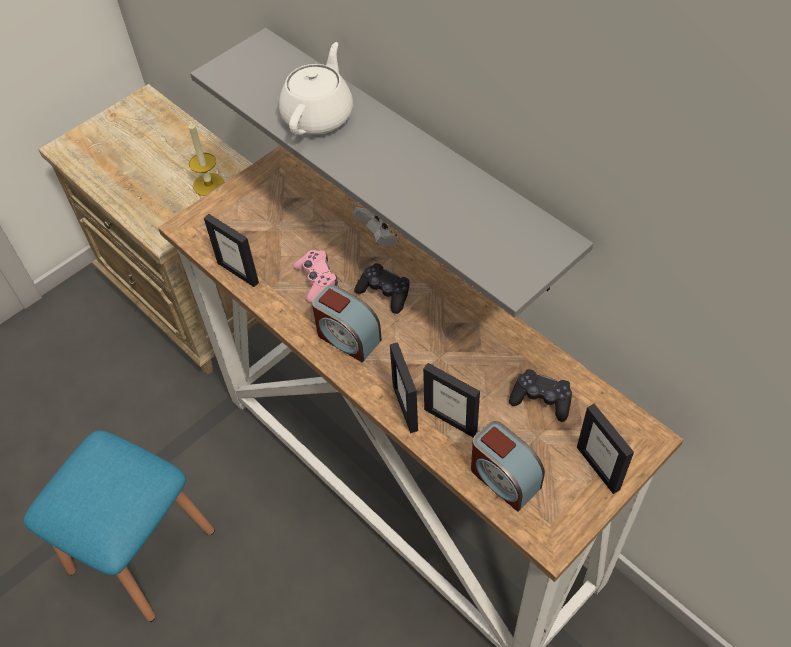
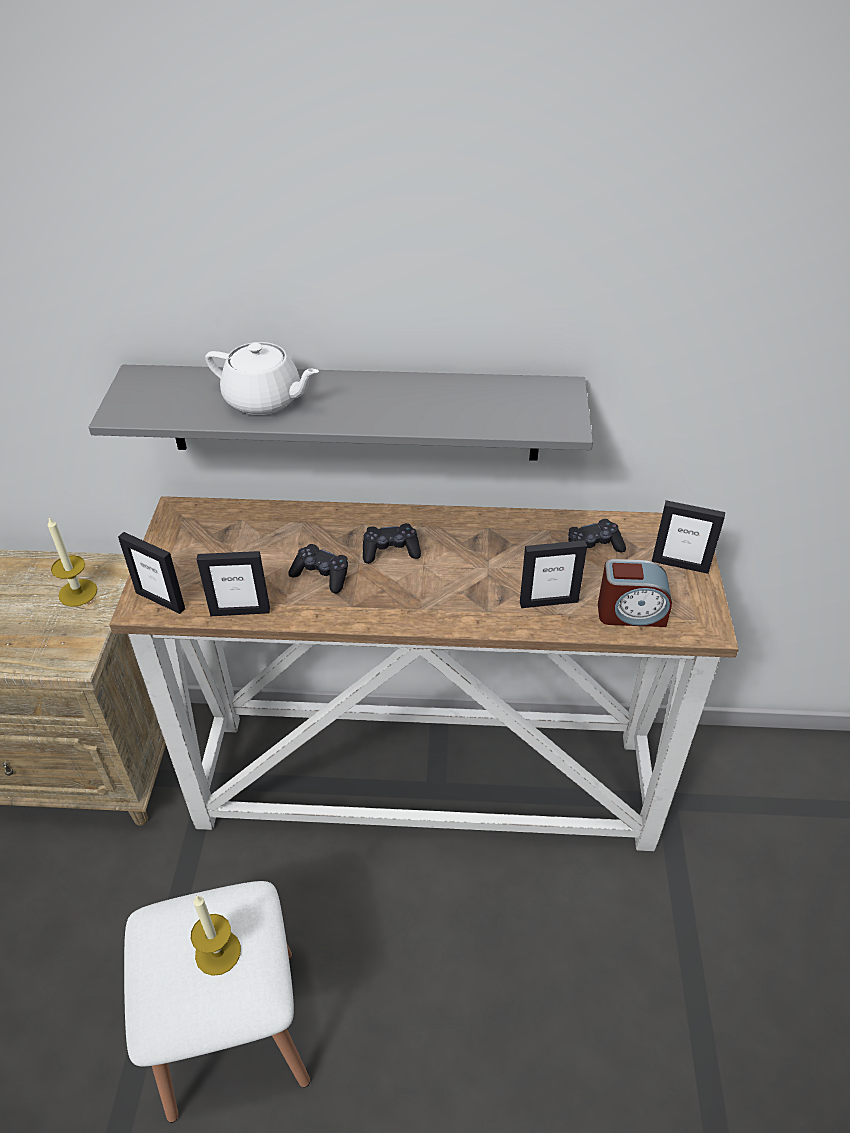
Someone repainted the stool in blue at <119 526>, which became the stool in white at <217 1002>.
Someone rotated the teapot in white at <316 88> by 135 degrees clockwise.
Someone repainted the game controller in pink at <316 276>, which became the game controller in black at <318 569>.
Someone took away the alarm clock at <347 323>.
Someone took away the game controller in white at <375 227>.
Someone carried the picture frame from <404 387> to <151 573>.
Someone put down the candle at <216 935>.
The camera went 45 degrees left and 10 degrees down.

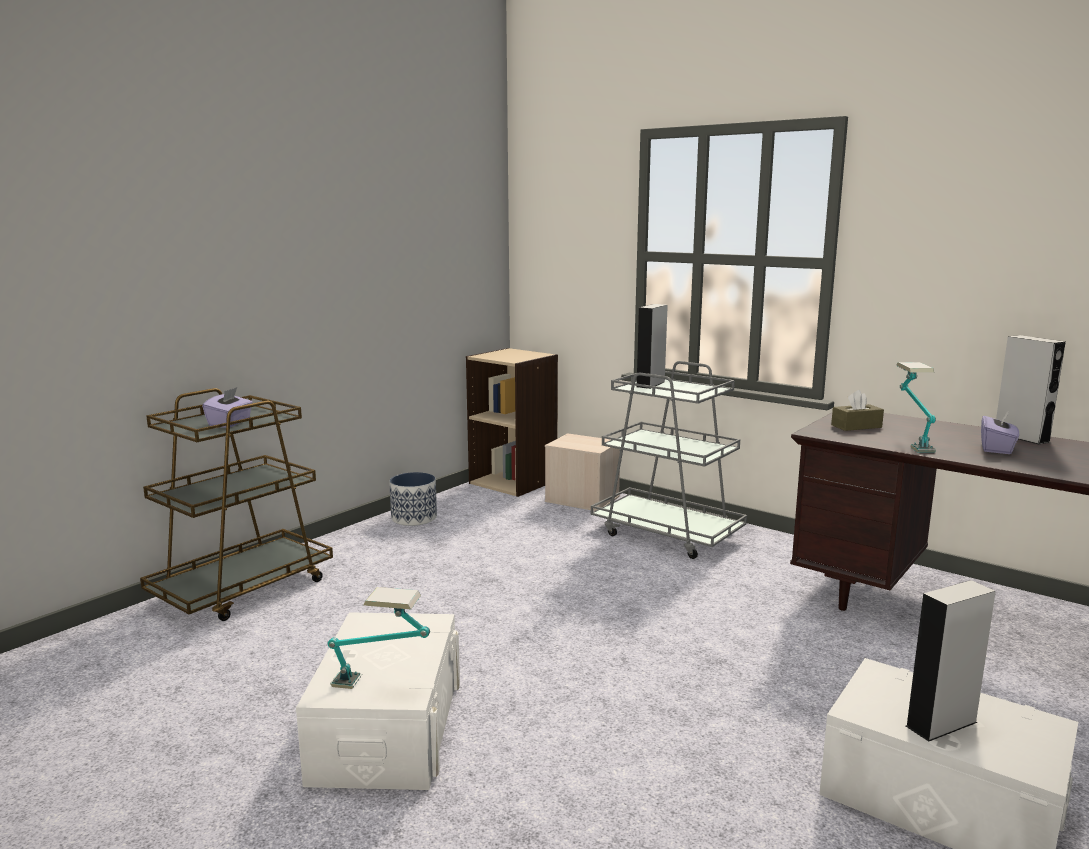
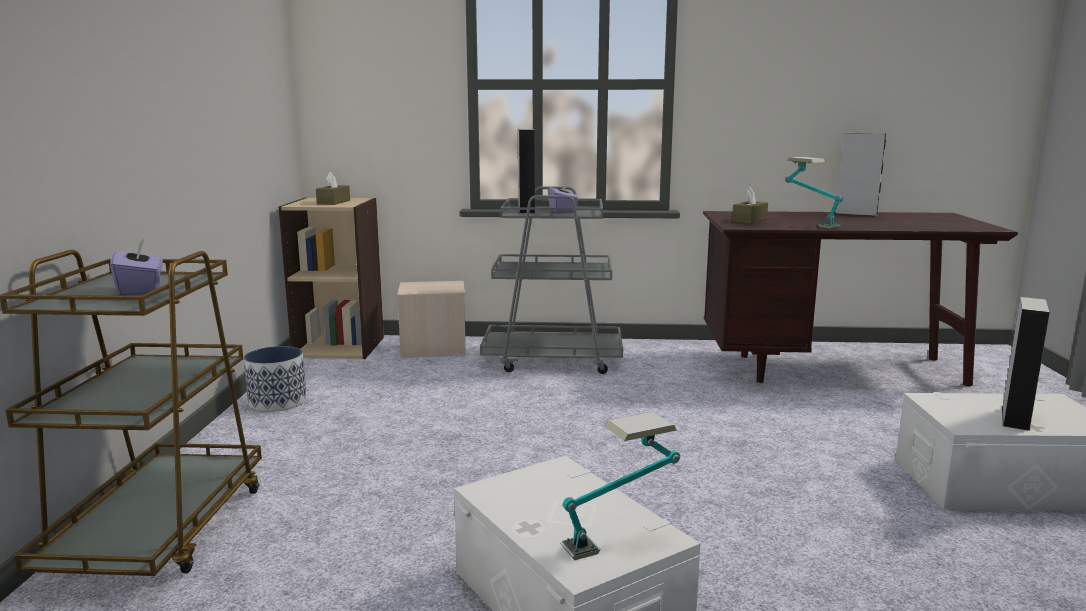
Someone carried the tissue box in purple from <1000 432> to <563 196>.
Someone put down the tissue box in brown at <333 188>.
The camera went 35 degrees left and 0 degrees up.

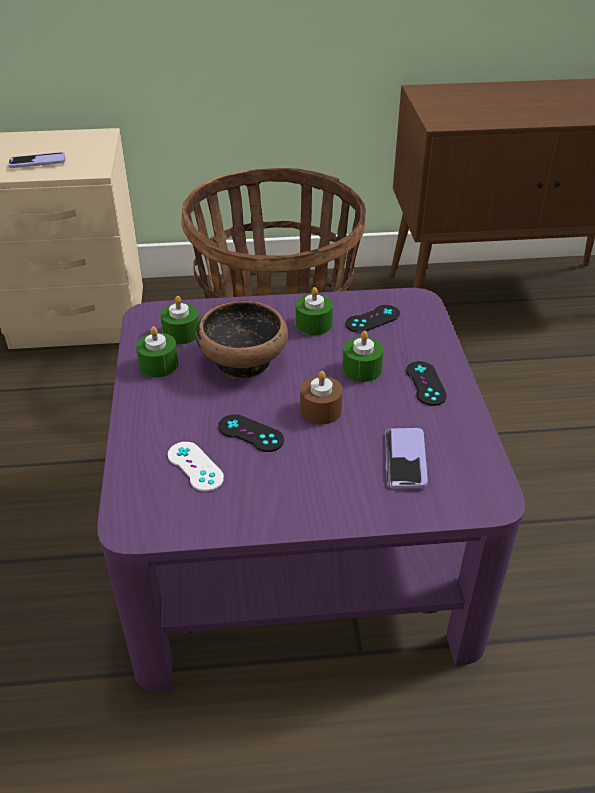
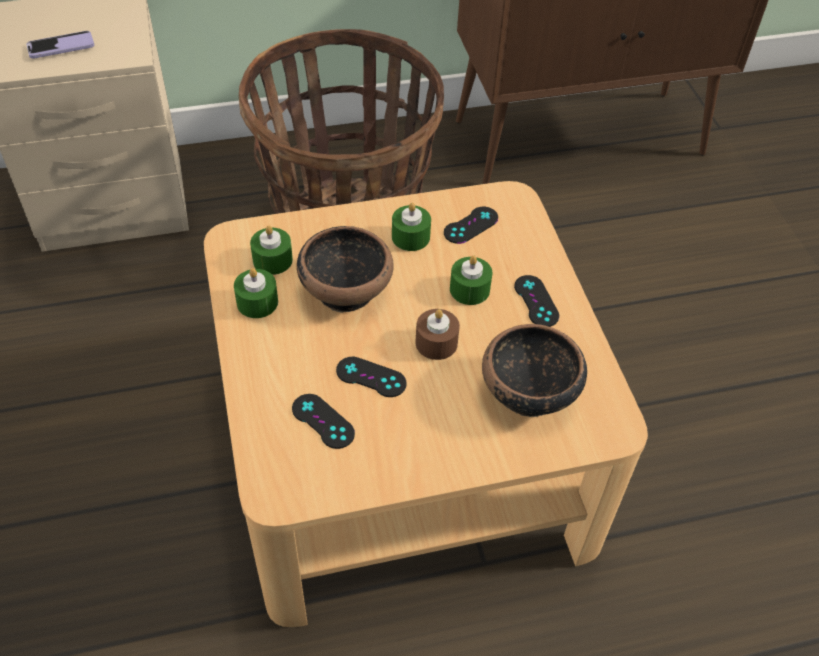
Someone repainted the coffee table in purple at <311 490>, which became the coffee table in beige at <426 404>.
Someone repainted the game controller in white at <196 466>, which became the game controller in black at <323 421>.
Someone swapped the phone at <406 458> for the bowl at <534 370>.
The camera went 10 degrees left and 10 degrees up.

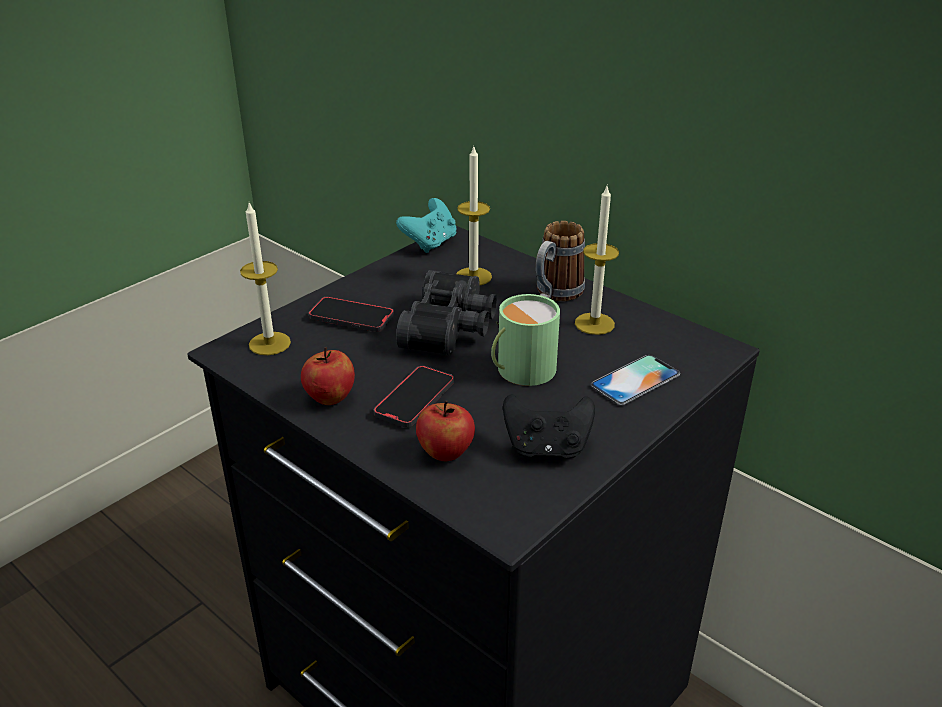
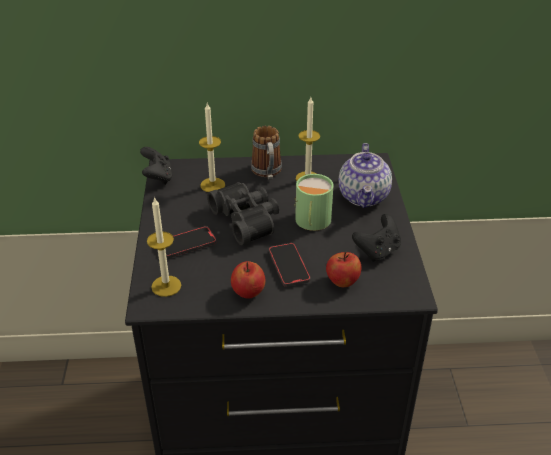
Someone repainted the game controller in turquoise at <426 225>, which became the game controller in black at <156 166>.
Someone swapped the phone at <635 380> for the teapot at <365 175>.
The camera went 45 degrees left and 5 degrees up.

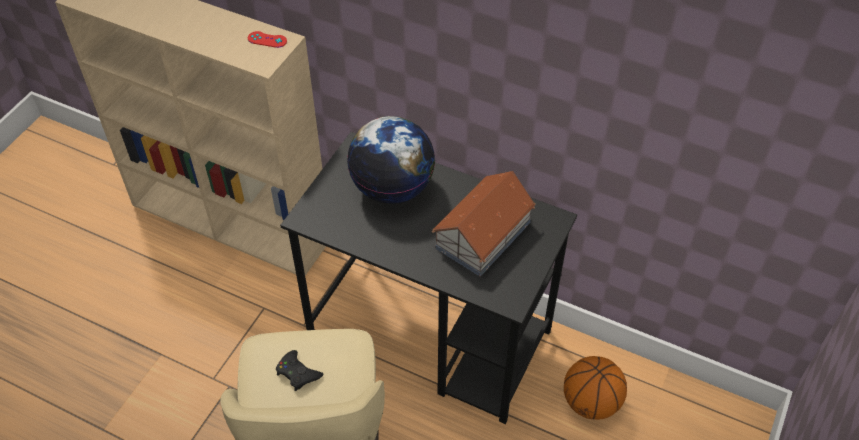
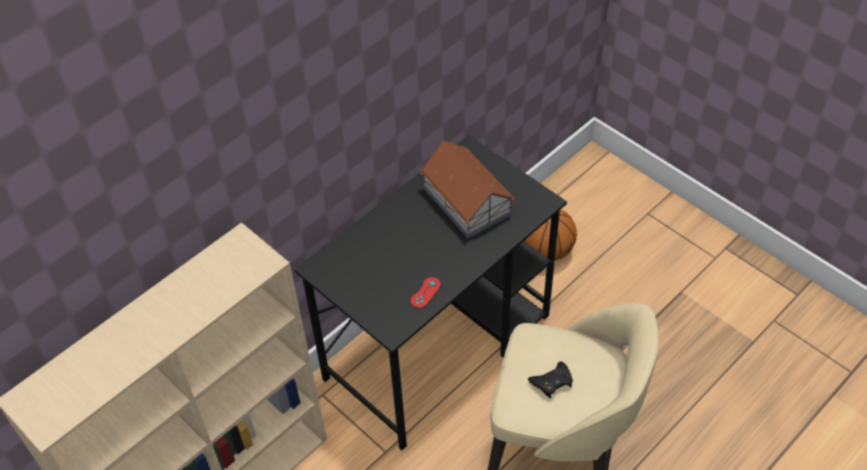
Someone carried the game controller in red from <267 39> to <426 292>.
Someone took away the globe at <391 160>.
The camera went 70 degrees left and 0 degrees up.

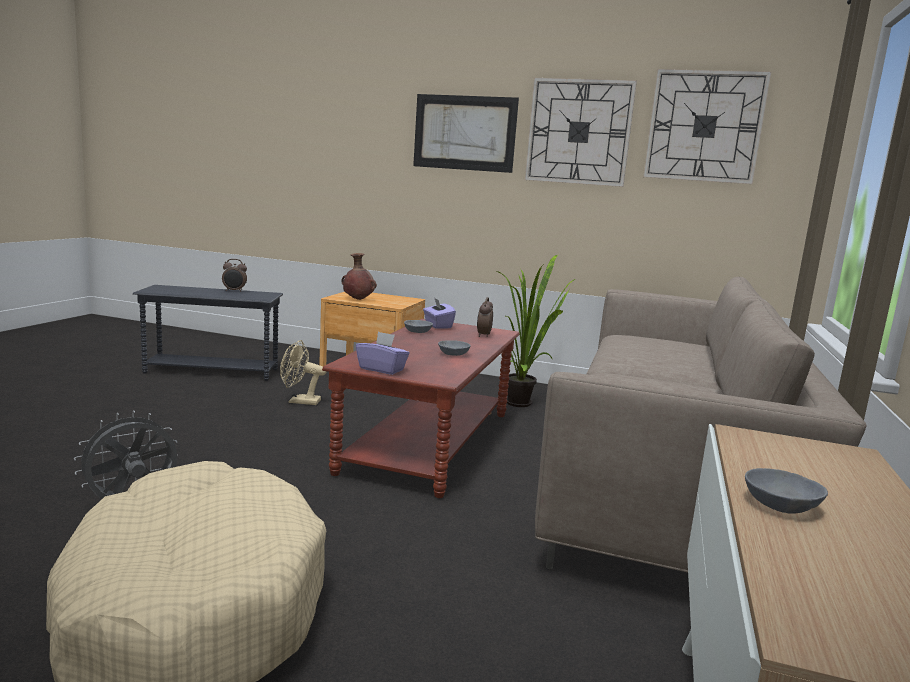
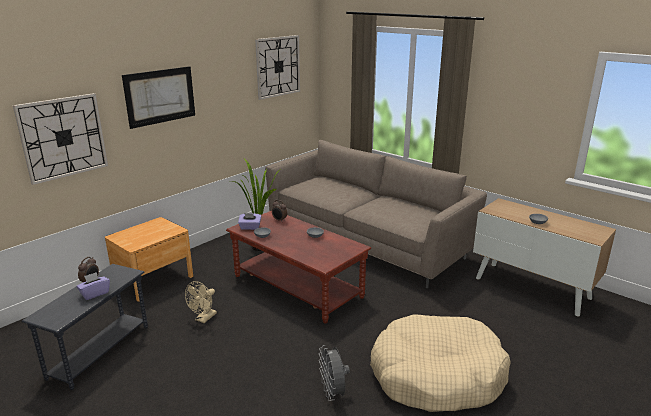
Someone took away the vase in brown at <359 276>.
Someone carried the tissue box in purple from <382 353> to <93 286>.
Someone carried the wall clock from <581 132> to <60 139>.
The camera went 65 degrees left and 10 degrees up.

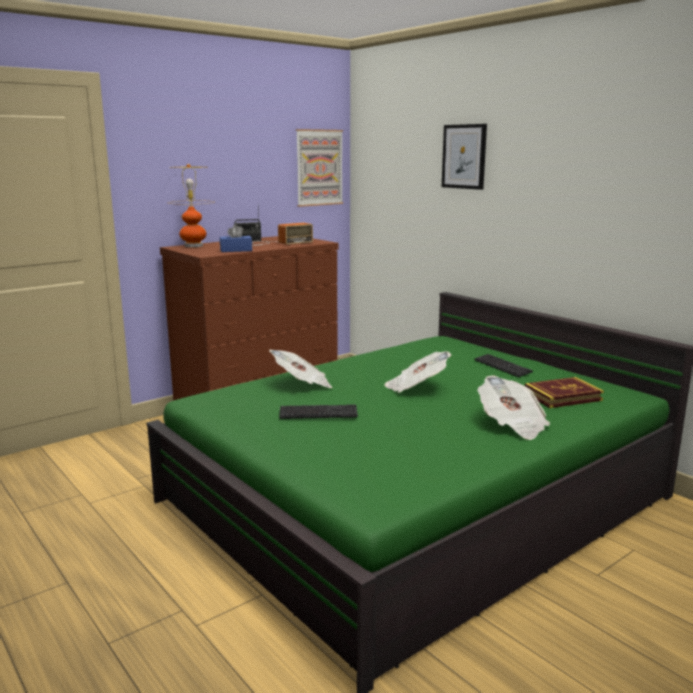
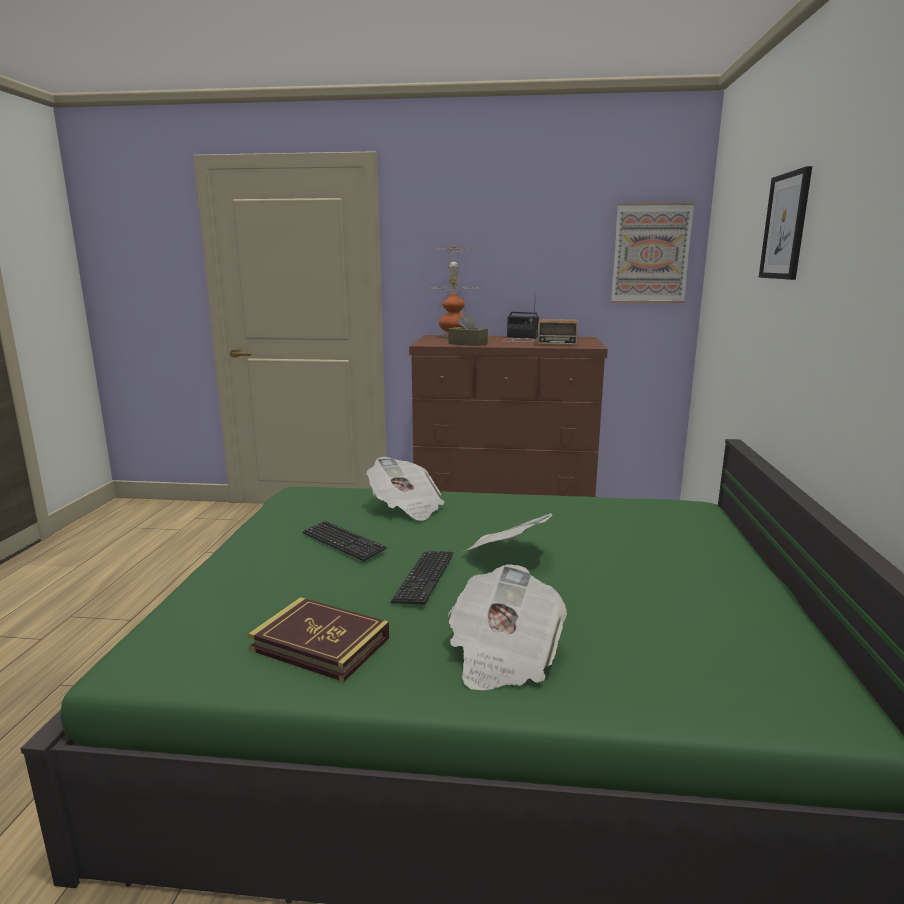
Someone repainted the tissue box in blue at <236 238>, which became the tissue box in brown at <468 329>.
Someone carried the keyboard from <503 365> to <422 577>.
Someone carried the book from <564 392> to <318 639>.
The camera went 45 degrees right and 0 degrees up.

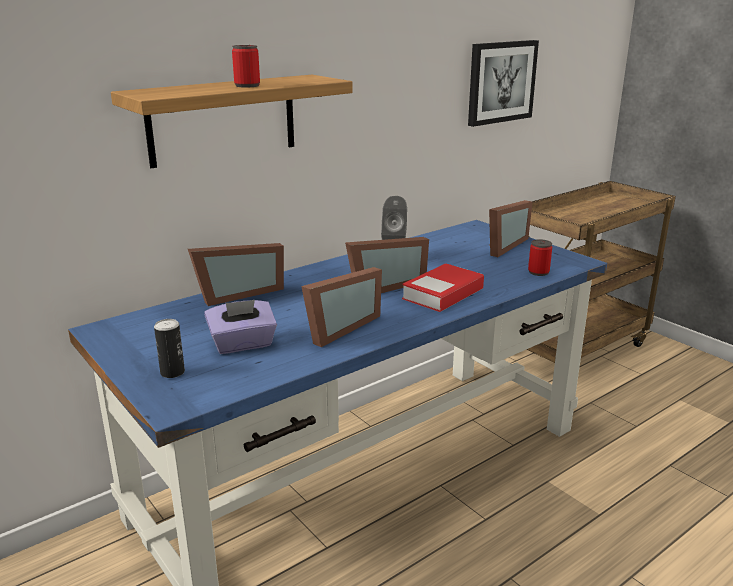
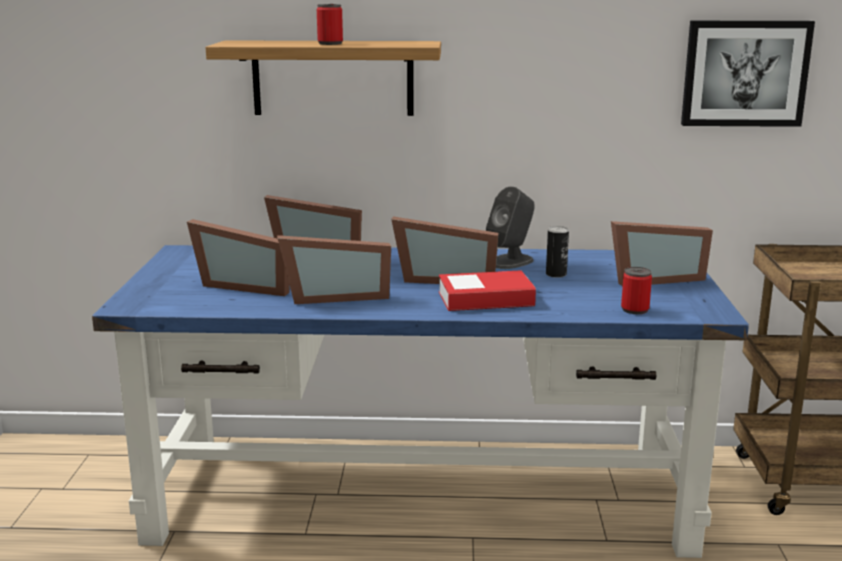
Someone carried the can from <169 348> to <557 252>.
Someone swapped the tissue box in purple at <240 327> for the picture frame at <238 257>.
The camera went 40 degrees right and 5 degrees down.

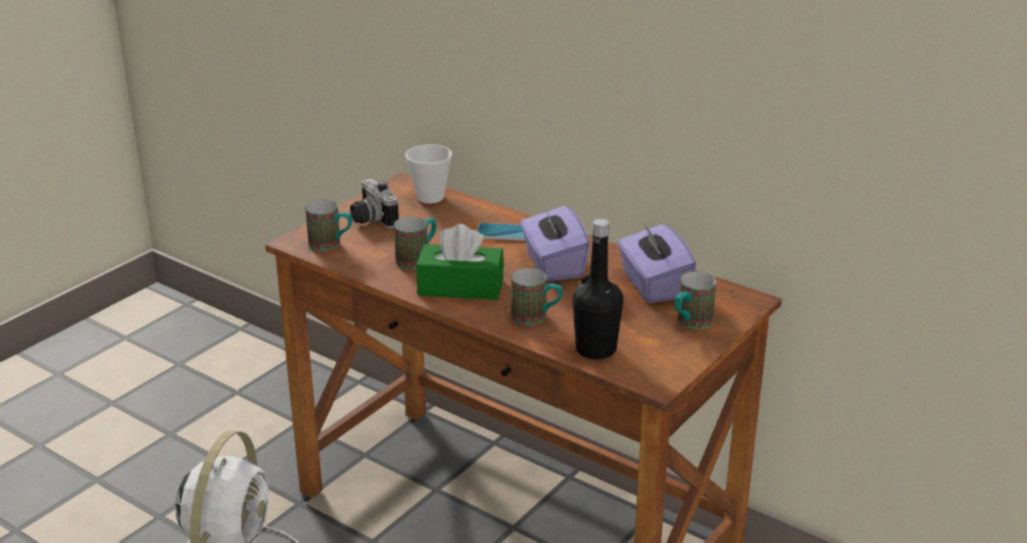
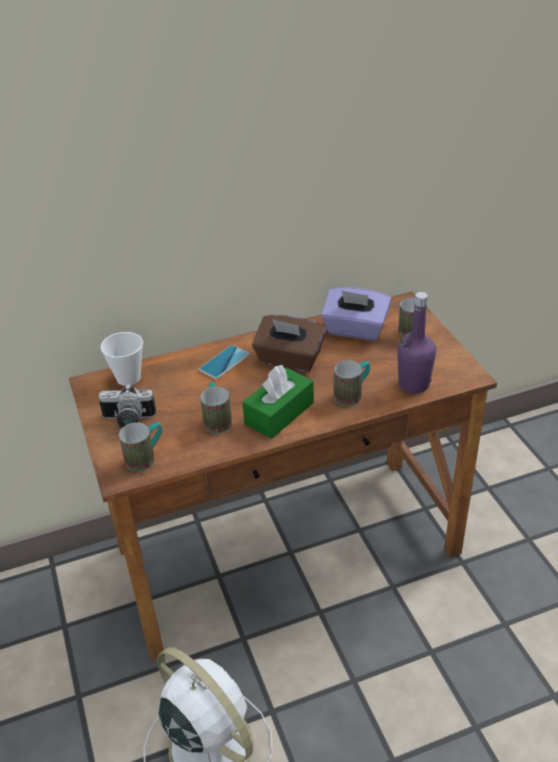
Someone repainted the tissue box in purple at <555 241>, which became the tissue box in brown at <289 343>.
Someone repainted the bottle in black at <598 289>, which became the bottle in purple at <416 343>.
The camera went 55 degrees left and 10 degrees up.

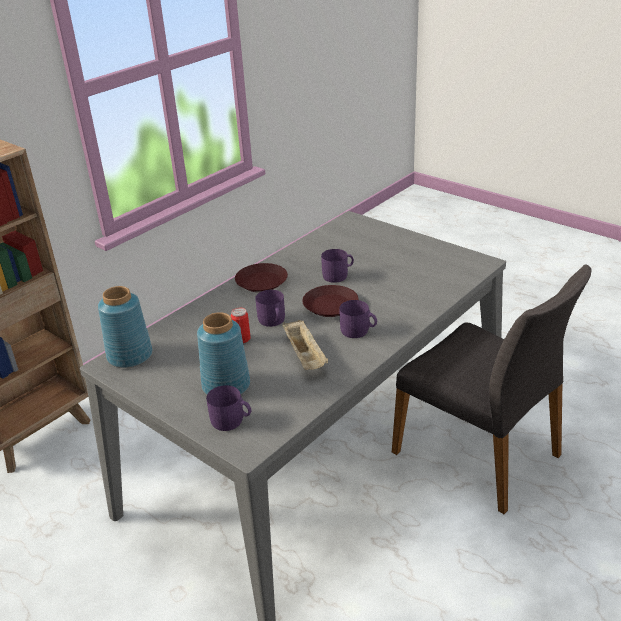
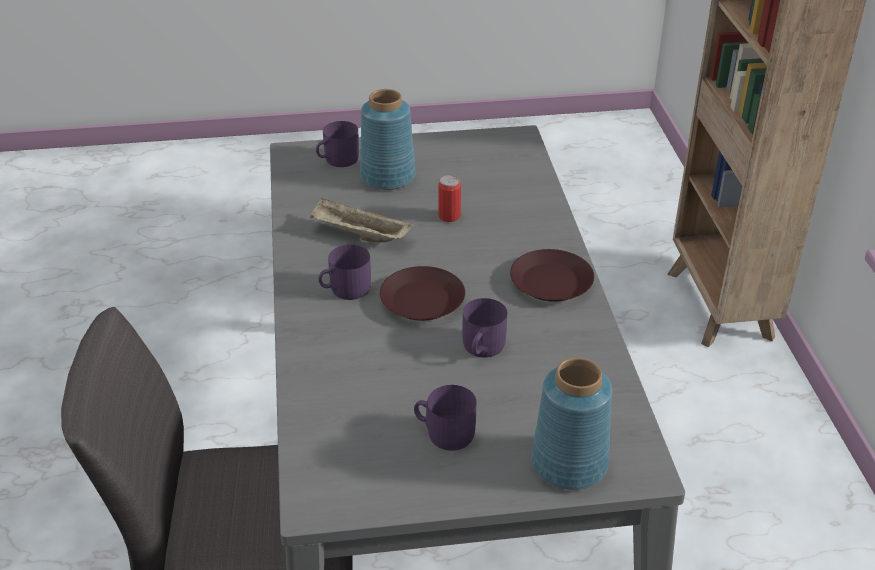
Someone carried the vase in blue from <125 327> to <571 423>.
Someone carried the mug in purple from <270 308> to <445 418>.
The camera went 130 degrees right and 5 degrees up.

